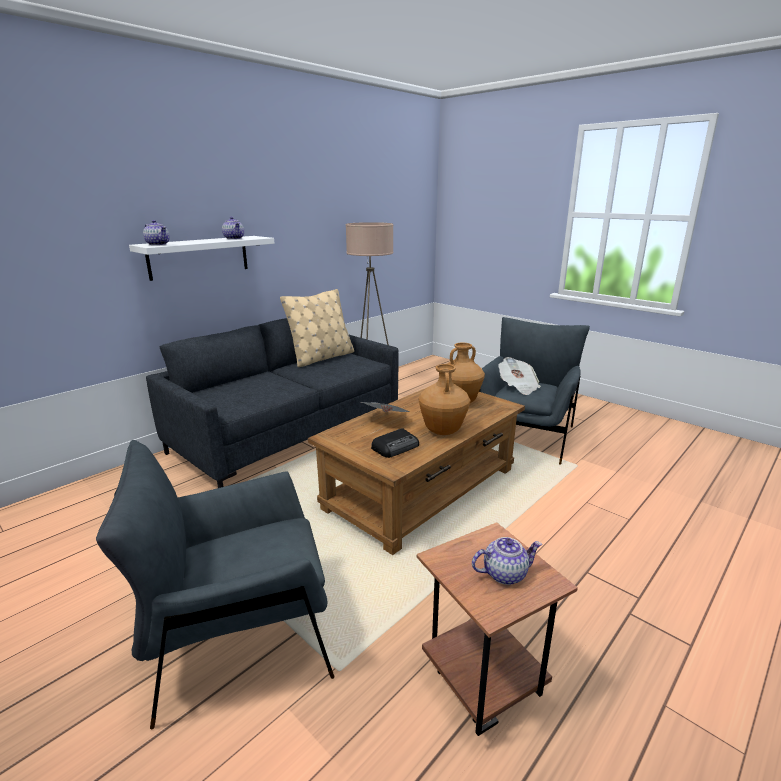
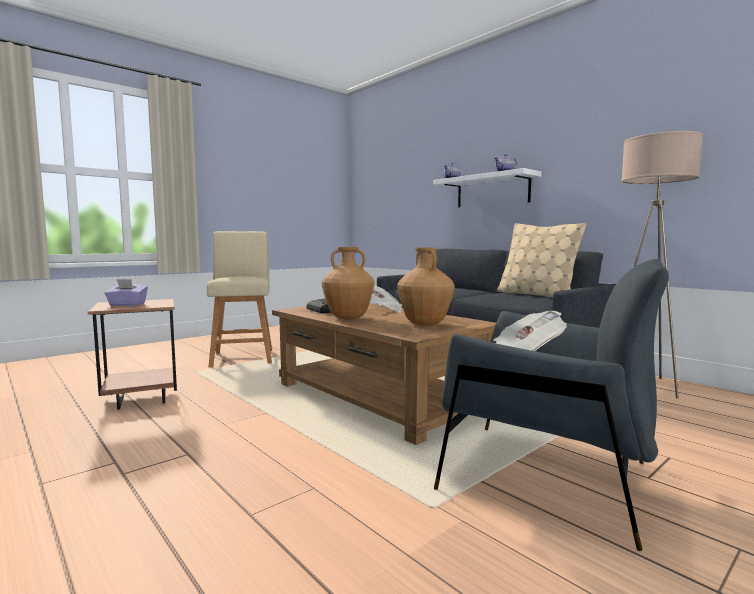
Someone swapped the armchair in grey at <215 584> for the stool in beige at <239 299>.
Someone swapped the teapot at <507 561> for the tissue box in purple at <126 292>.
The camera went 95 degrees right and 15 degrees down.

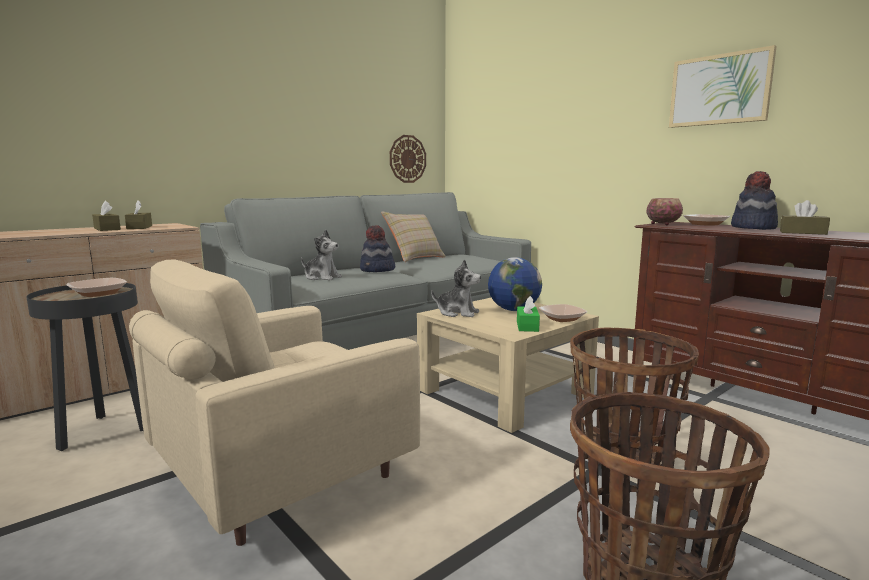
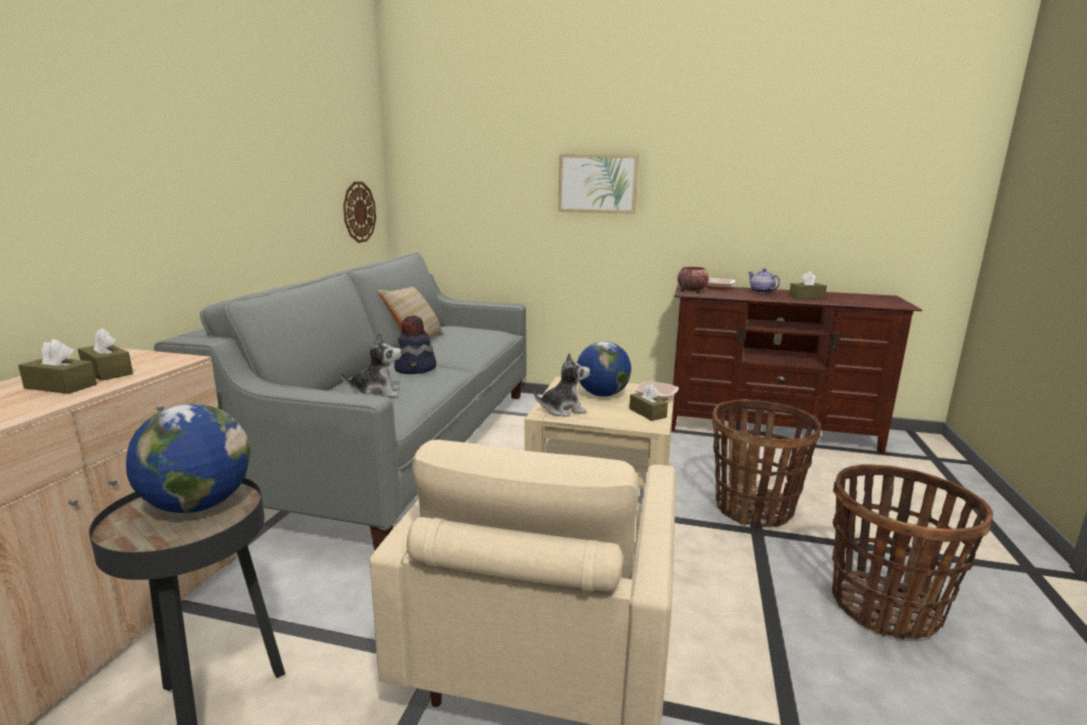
Someone swapped the bowl at <96 287> for the globe at <188 458>.
Someone repainted the tissue box in green at <528 314>, which became the tissue box in brown at <648 402>.
Someone carried the picture from <723 86> to <598 184>.
Someone swapped the hat at <754 200> for the teapot at <764 281>.
The camera went 35 degrees left and 5 degrees up.

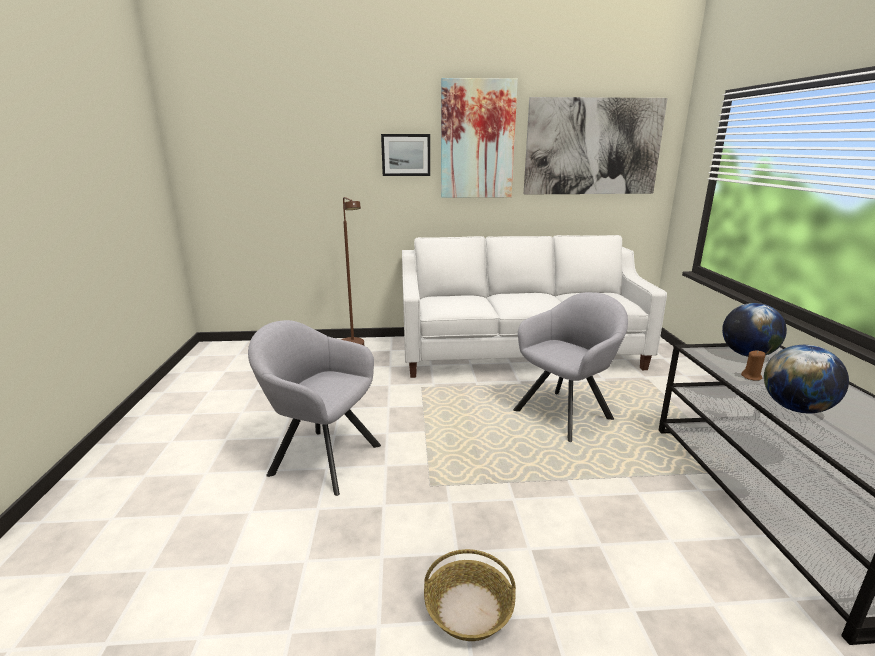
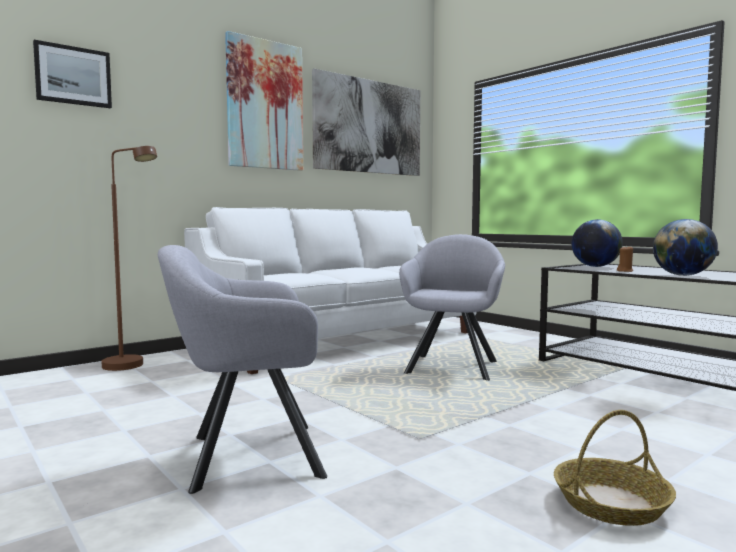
Someone carried the picture from <405 155> to <72 74>.
The camera went 35 degrees left and 15 degrees down.

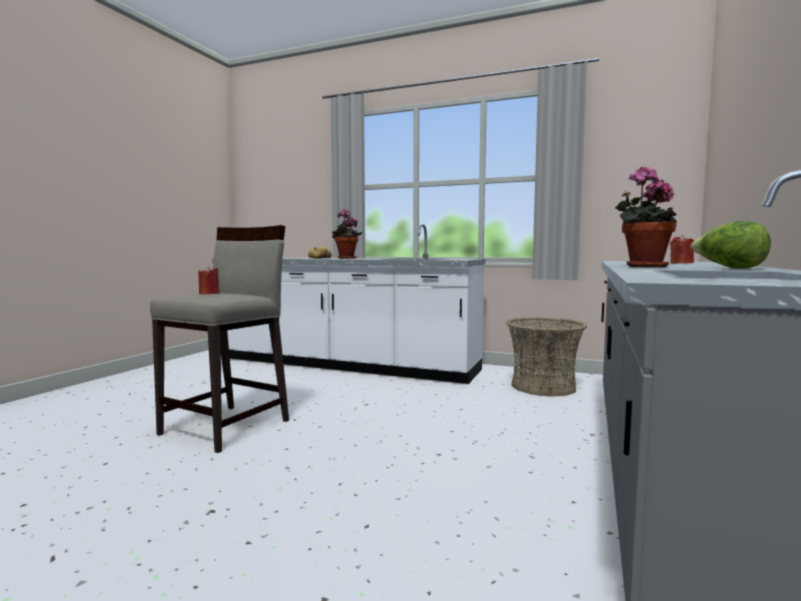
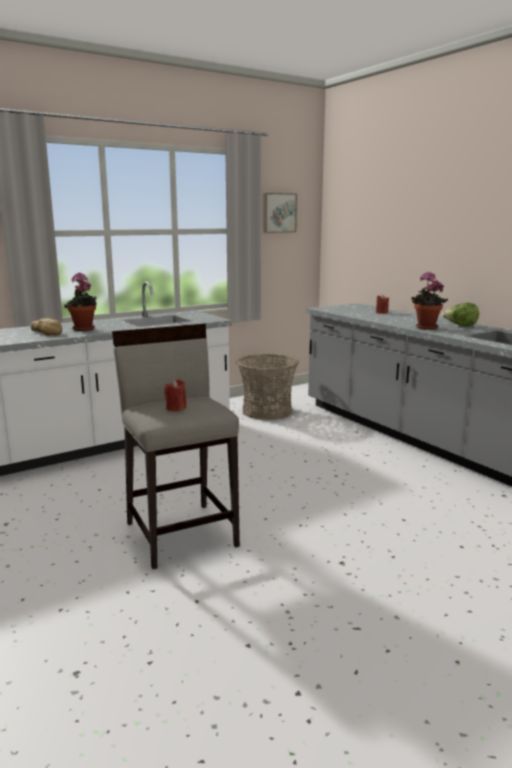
Someone put up the picture at <280 213>.
The camera went 55 degrees left and 10 degrees up.

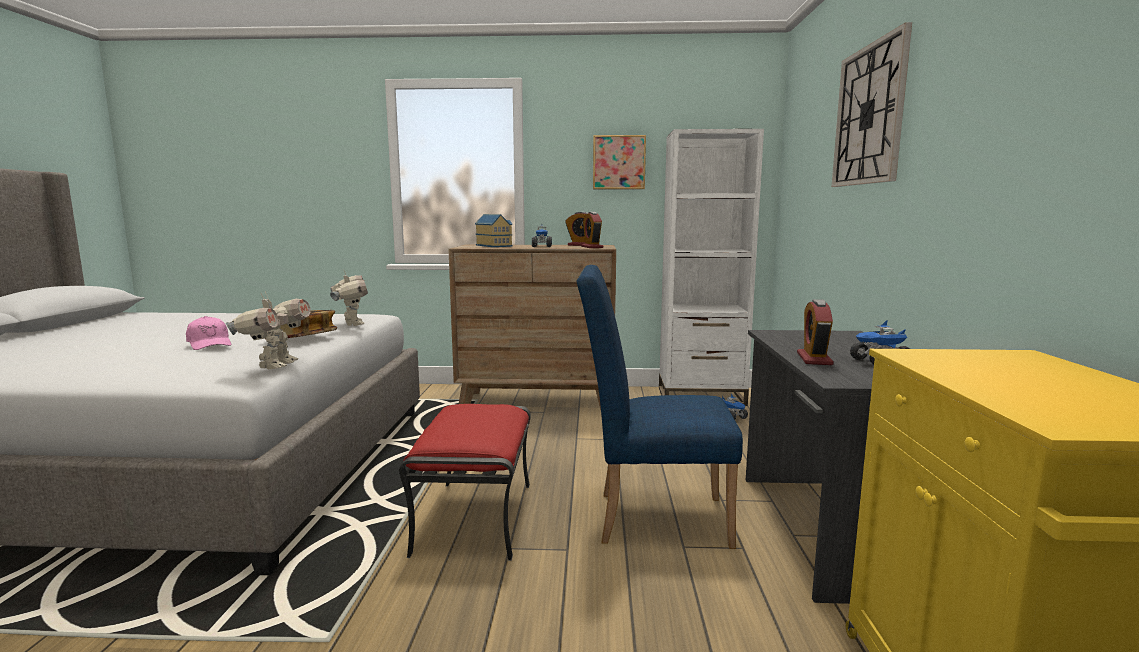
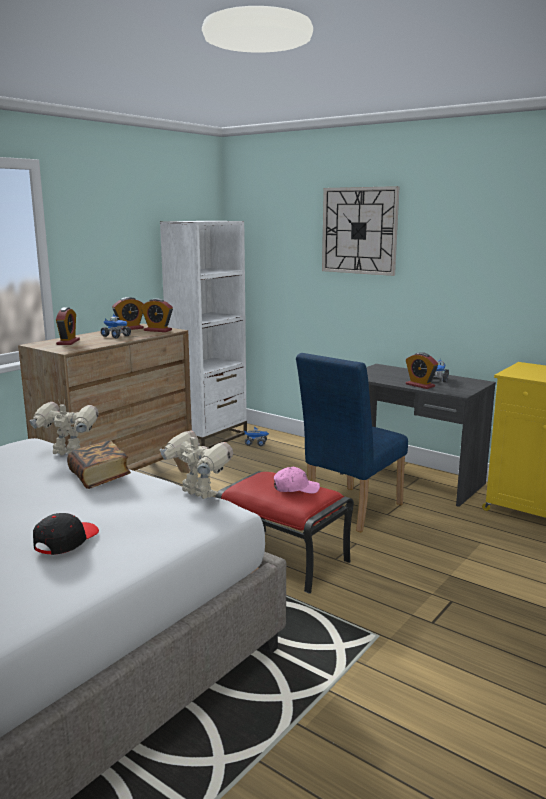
Someone carried the cap in pink from <208 333> to <297 480>.
Someone swapped the toy house at <494 230> for the alarm clock at <68 326>.
Someone took away the picture at <619 162>.
Someone put down the cap in black at <66 534>.
The camera went 55 degrees left and 5 degrees up.

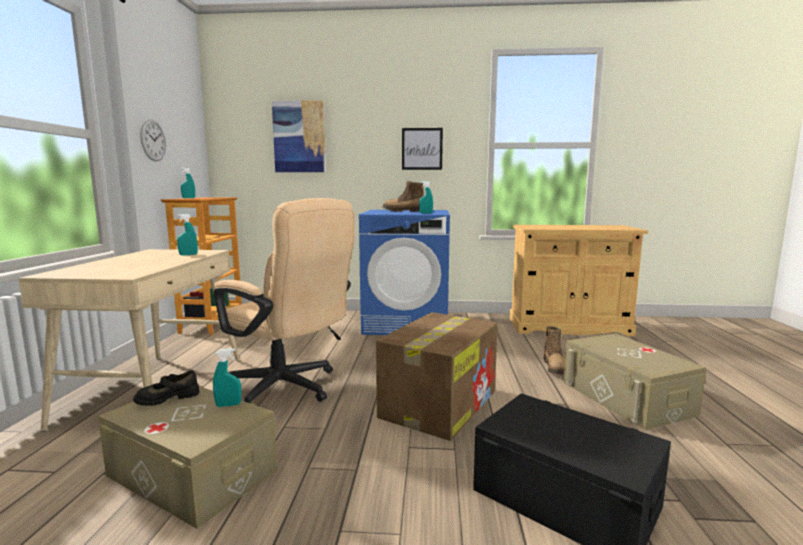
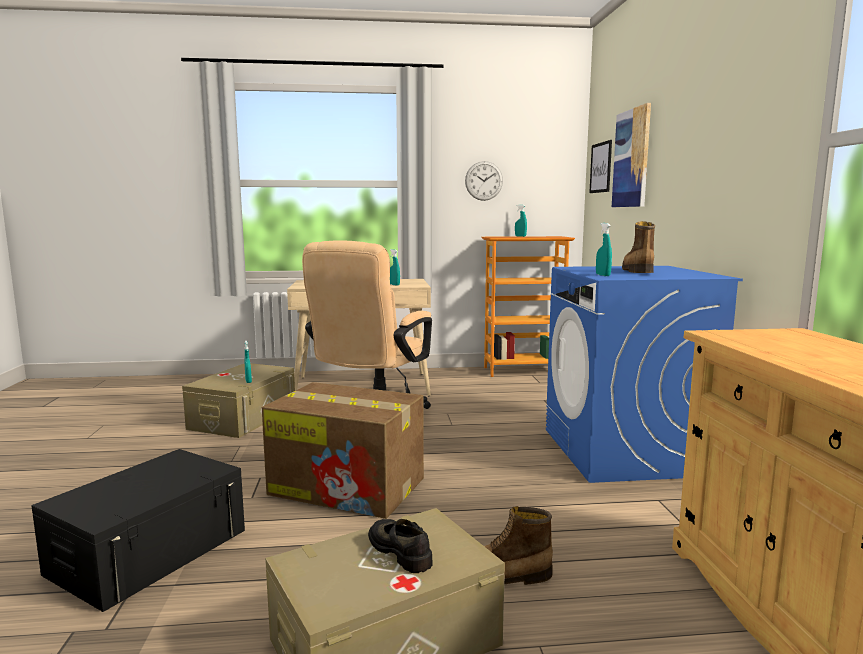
Someone carried the shoe in black from <166 388> to <400 546>.
Someone carried the picture from <422 149> to <600 166>.
The camera went 80 degrees right and 0 degrees up.

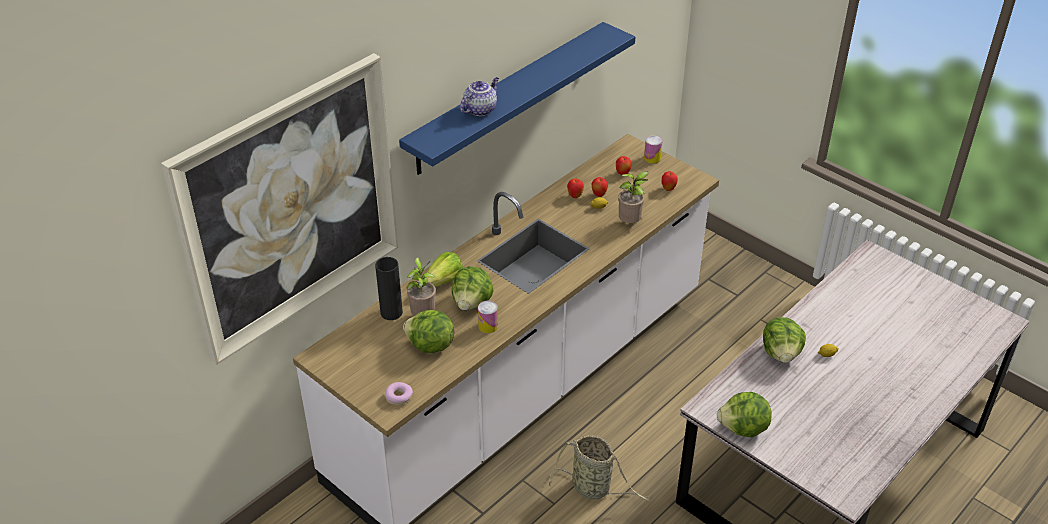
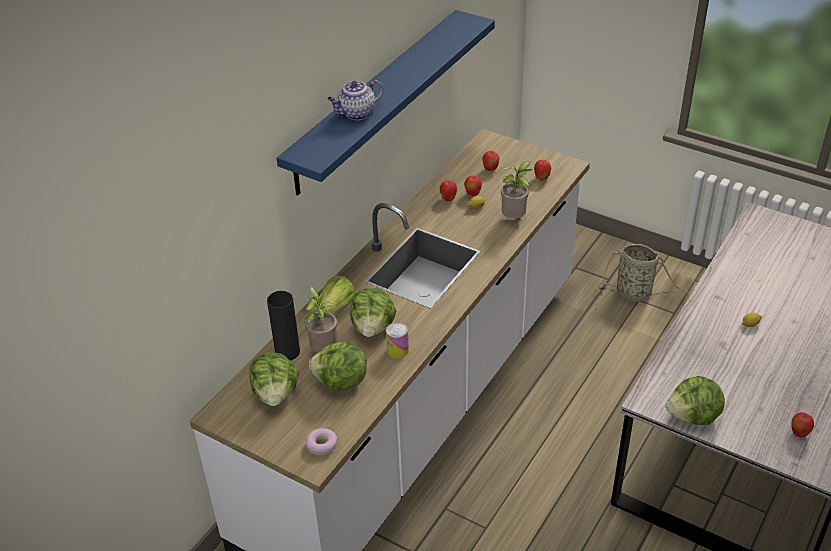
Someone took away the picture at <279 209>.
Someone rotated the teapot at <479 96> by 150 degrees counterclockwise.
Someone carried the basket from <599 468> to <643 272>.
Someone took away the can at <653 149>.
Someone carried the lettuce from <784 340> to <274 379>.
Someone put down the apple at <802 425>.
The camera went 10 degrees left and 0 degrees up.

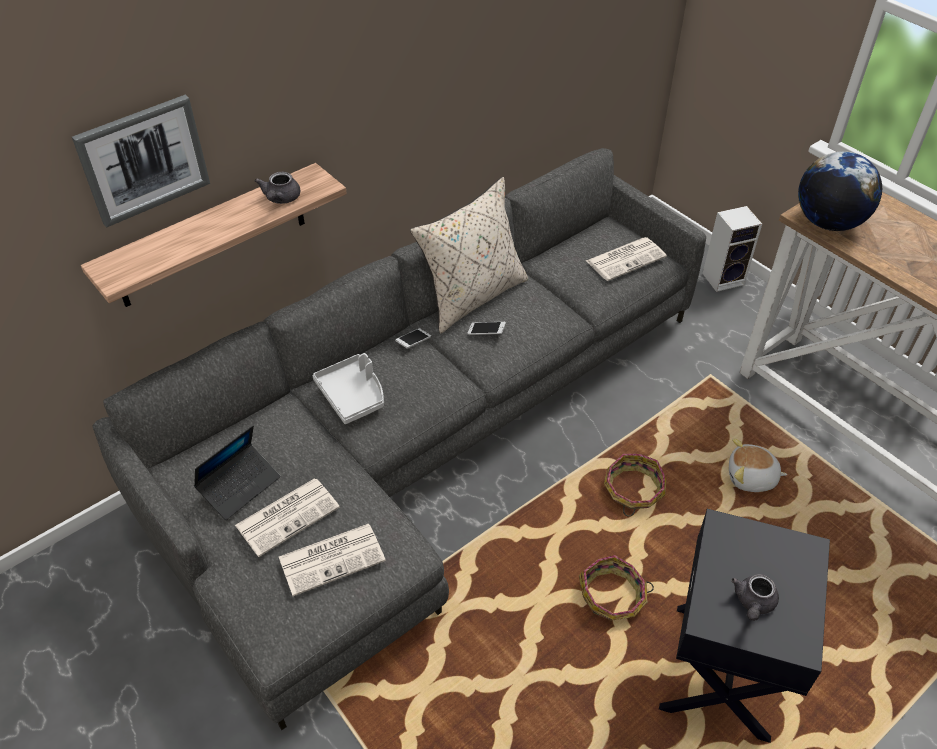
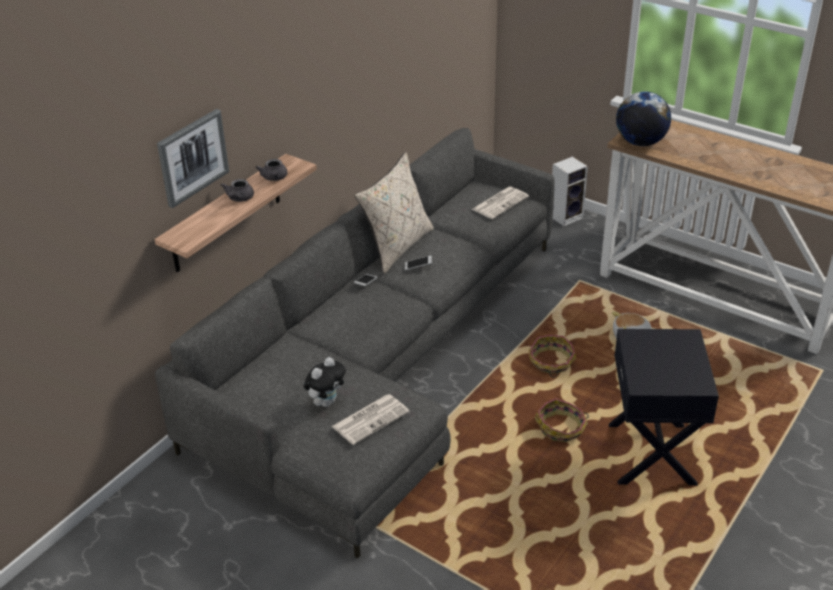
Someone took away the laptop at <237 472>.
Someone swapped the newspaper at <287 517> for the plush toy at <325 382>.
Someone took away the tray in grey at <348 388>.
Someone carried the teapot in grey from <755 597> to <237 190>.
The camera went 15 degrees left and 10 degrees down.

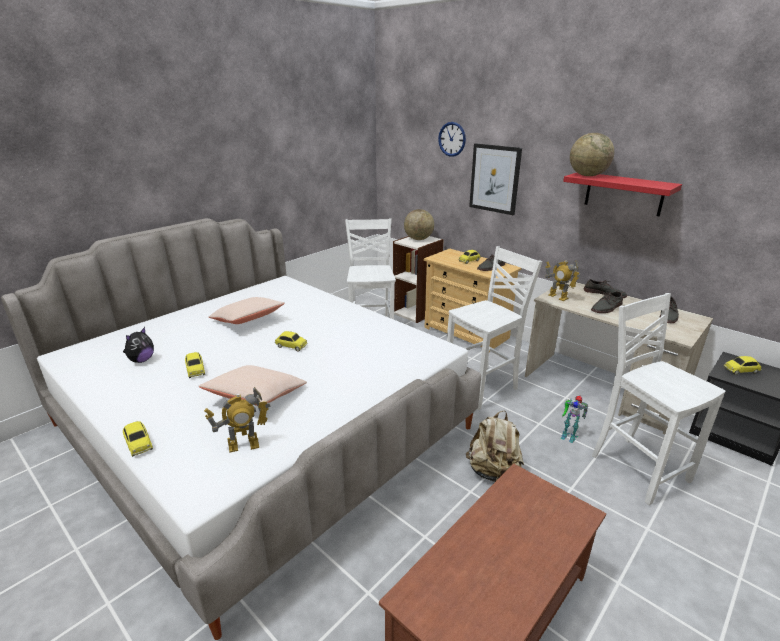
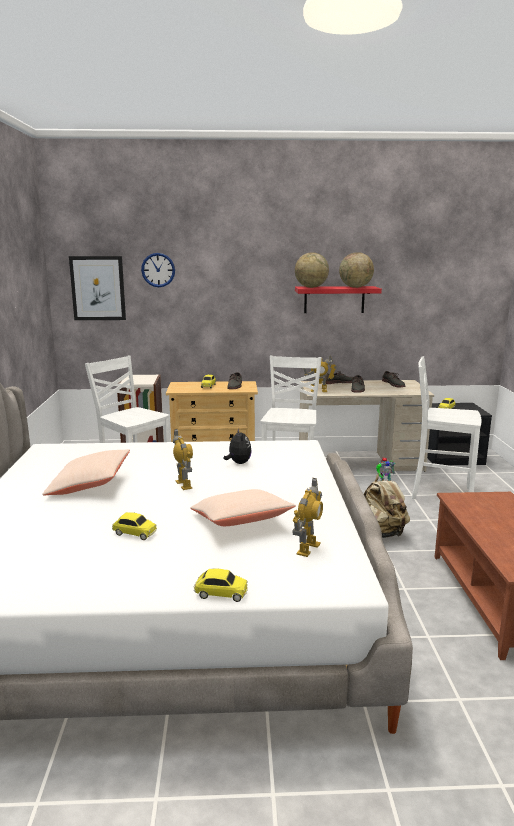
Someone carried the plush toy from <138 345> to <238 446>.
Someone swapped the toy car at <291 341> for the toy robot at <183 459>.
Someone carried the globe from <419 224> to <356 270>.
Someone carried the picture from <495 179> to <97 288>.
The camera went 45 degrees left and 10 degrees down.

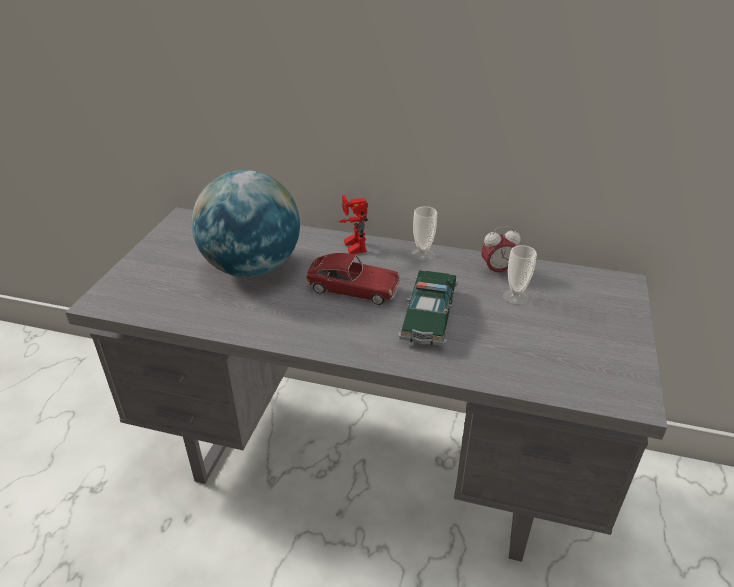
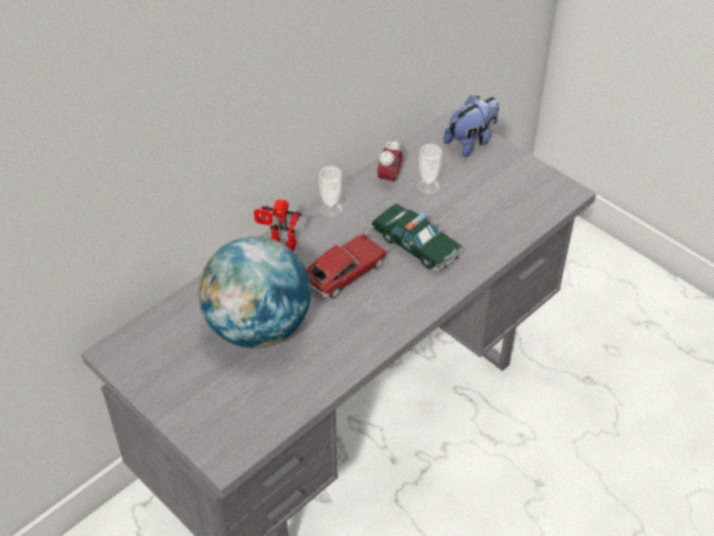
Someone put down the plush toy at <471 126>.
The camera went 60 degrees left and 10 degrees up.

